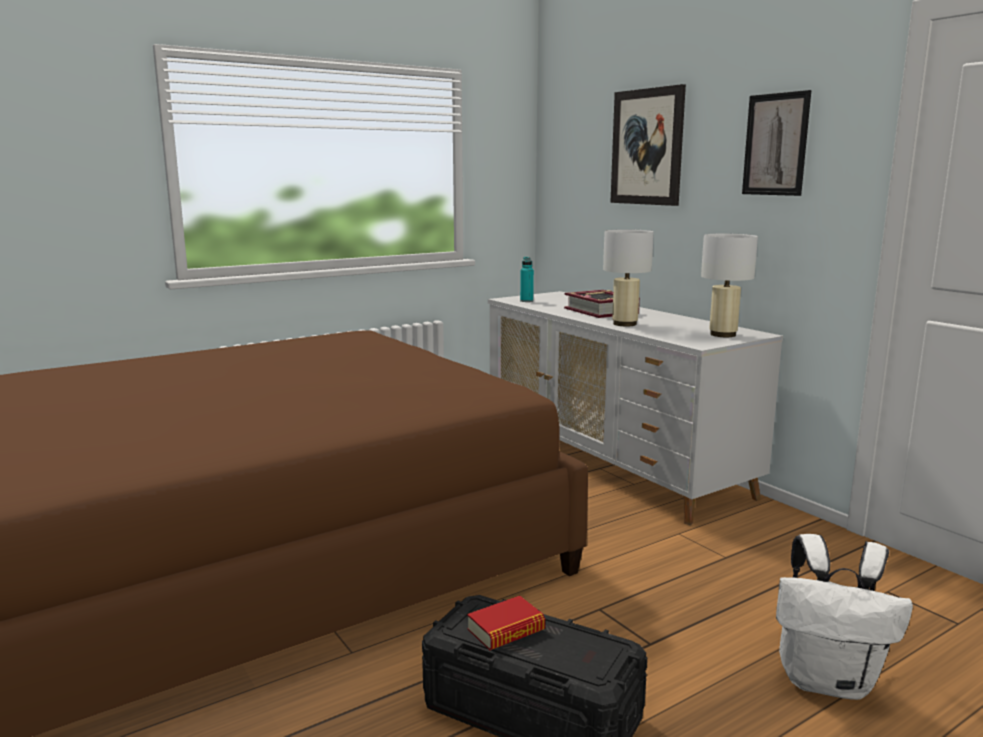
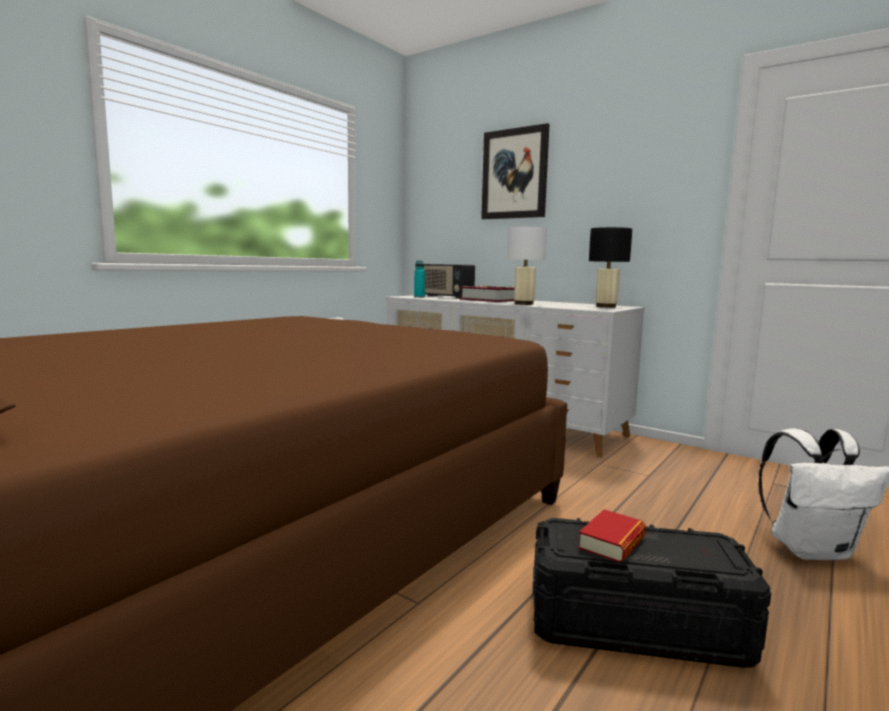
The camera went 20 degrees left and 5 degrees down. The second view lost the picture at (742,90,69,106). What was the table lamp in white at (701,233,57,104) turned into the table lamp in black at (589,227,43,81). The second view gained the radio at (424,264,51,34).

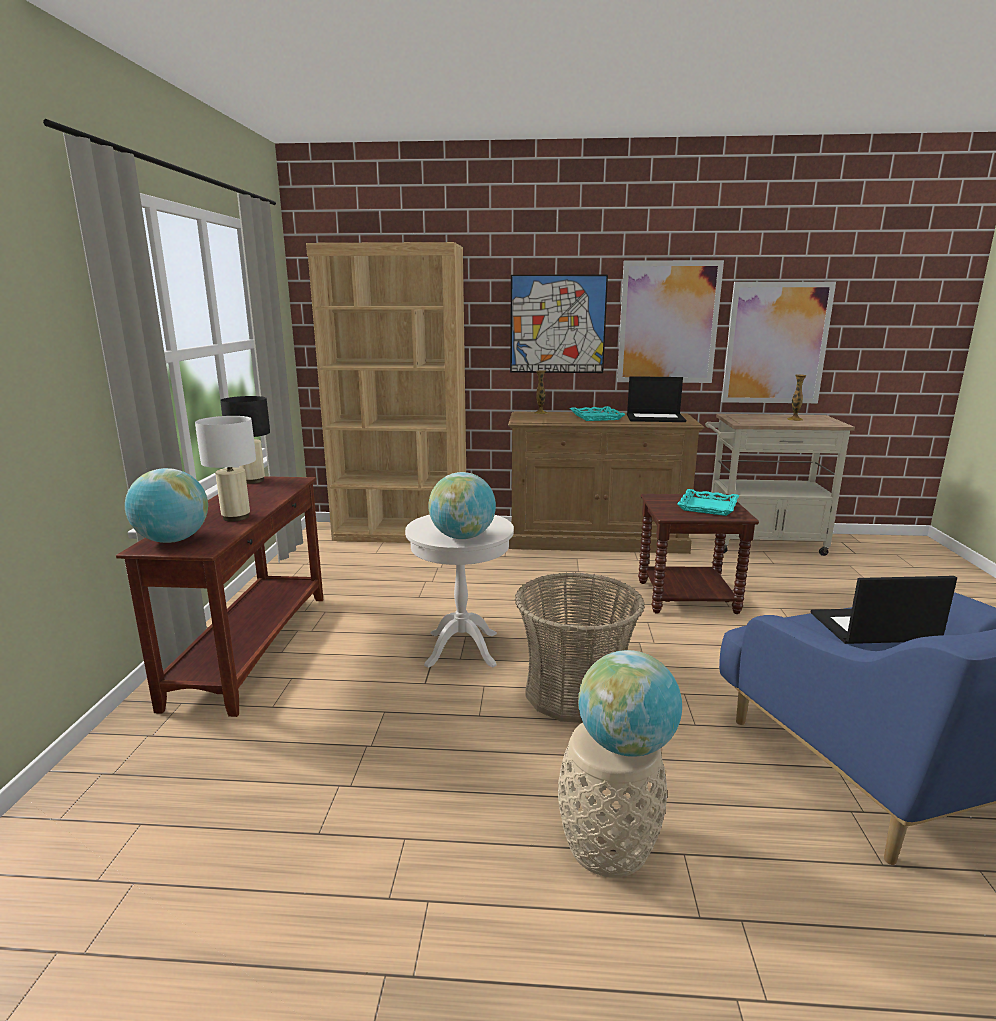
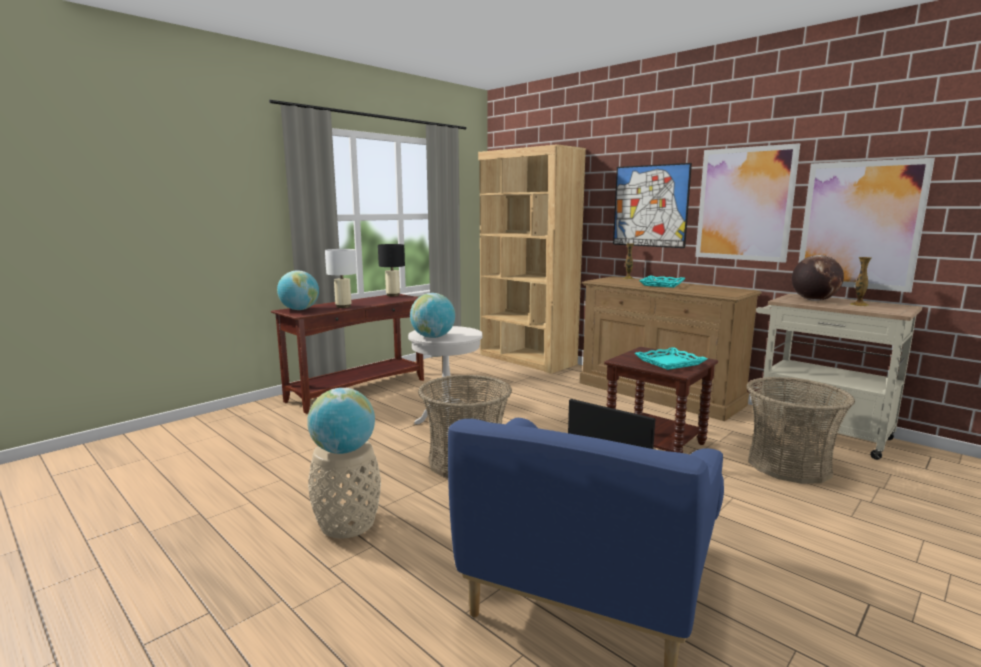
The camera went 40 degrees right and 5 degrees down. The second view lost the laptop at (627,376,59,46). The second view gained the globe at (792,255,52,46). The second view gained the basket at (746,377,109,107).

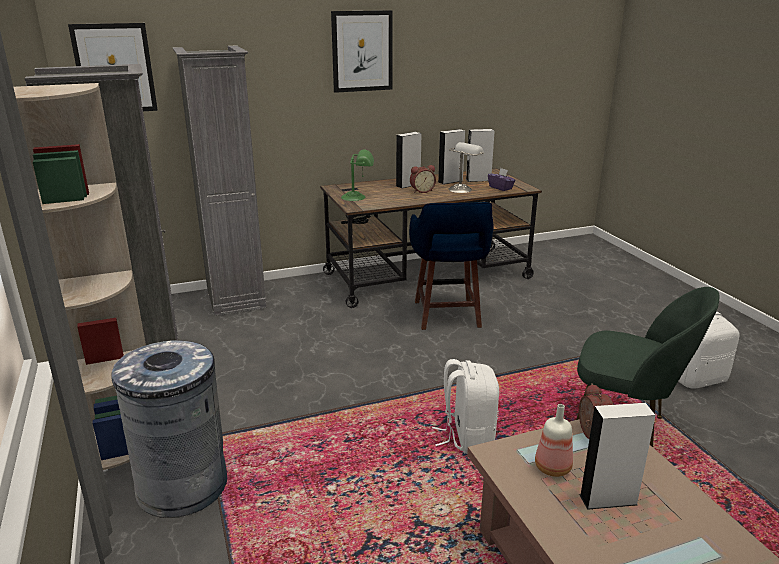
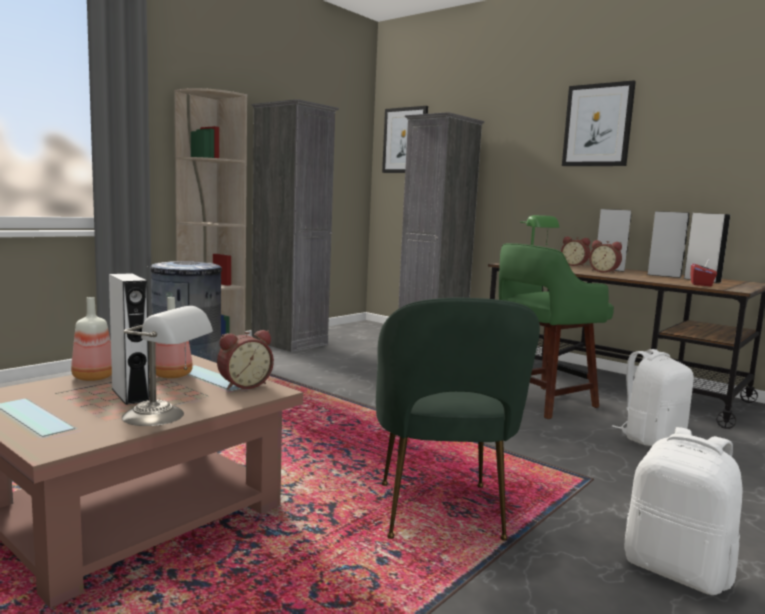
The camera went 60 degrees right and 15 degrees down. The table lamp in white ended up elsewhere, having gone from (448,142,36,51) to (122,306,91,120). What was the tissue box in purple at (488,168,28,23) turned into the tissue box in red at (691,259,26,27). What was the stool in blue at (409,202,85,128) turned into the stool in green at (499,243,115,176). The backpack in white ended up elsewhere, having gone from (432,359,67,95) to (612,349,82,97). The second view gained the alarm clock at (561,237,29,30). The second view gained the bottle at (71,297,41,84).

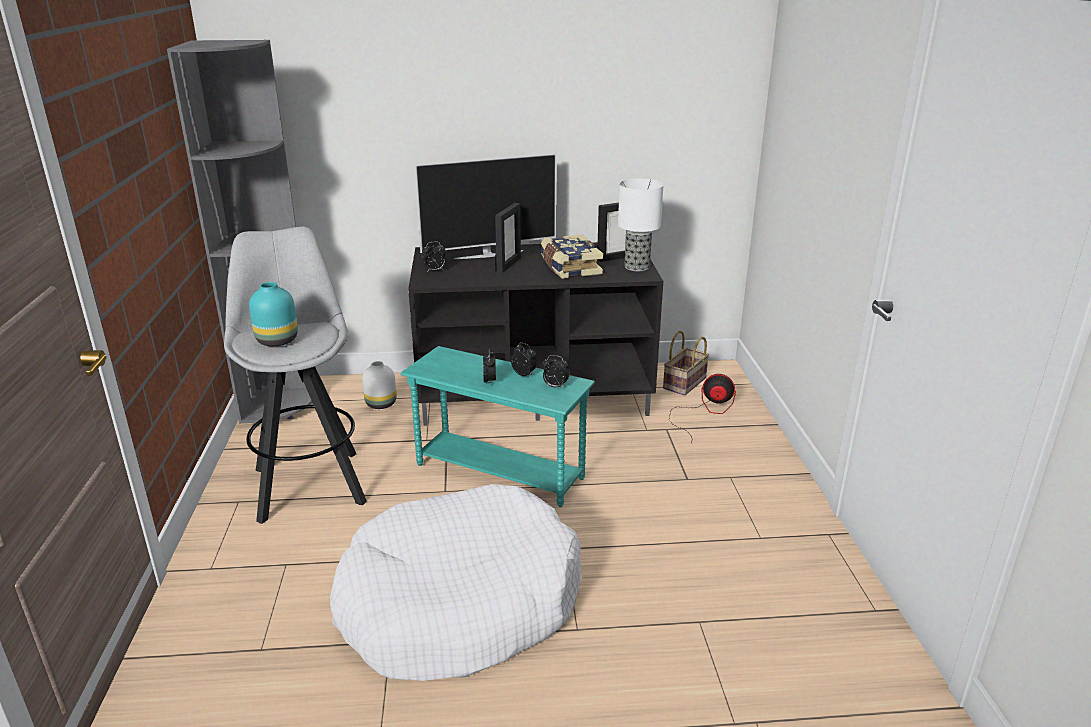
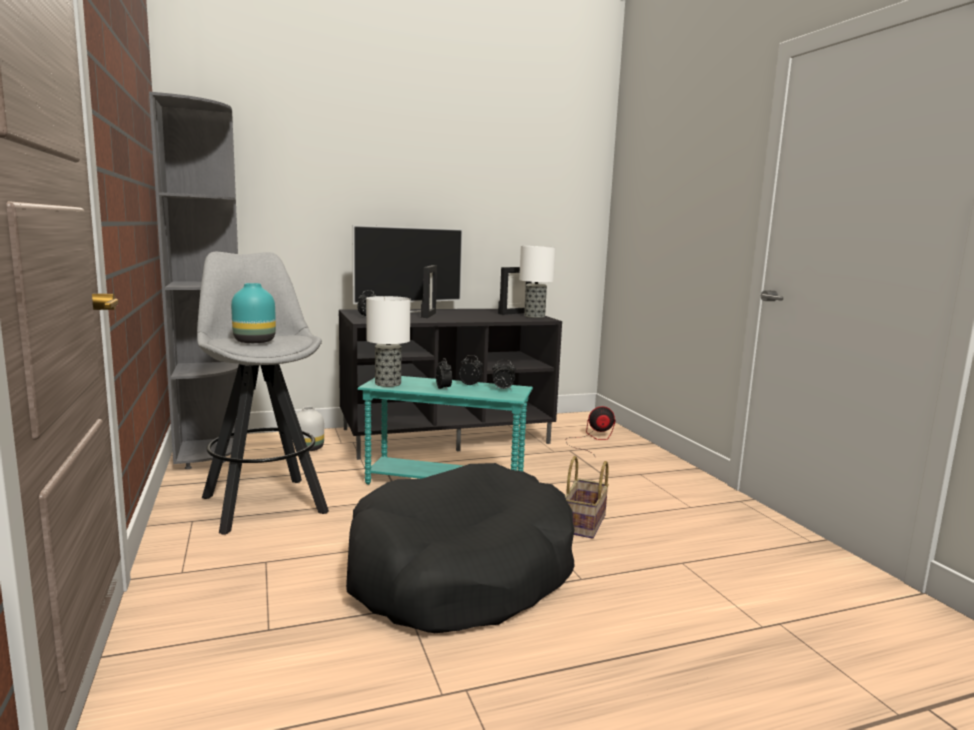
The camera went 15 degrees left and 15 degrees down. The second view lost the book at (541,234,62,45). The basket ended up elsewhere, having gone from (663,331,46,64) to (565,456,44,83). What was the dog bed in white at (330,484,252,197) turned into the dog bed in black at (346,463,229,170). The second view gained the table lamp at (366,296,44,91).

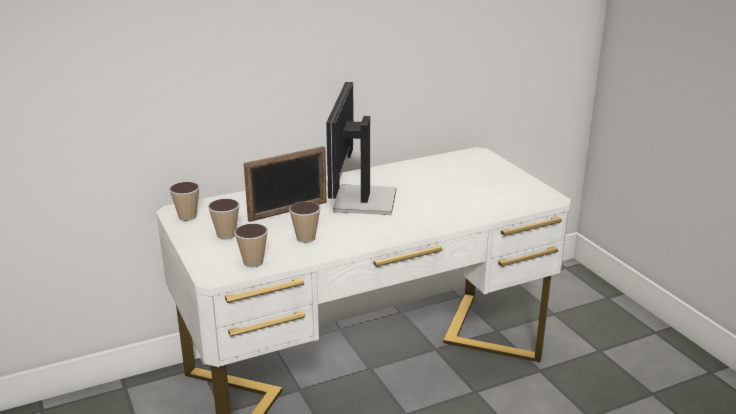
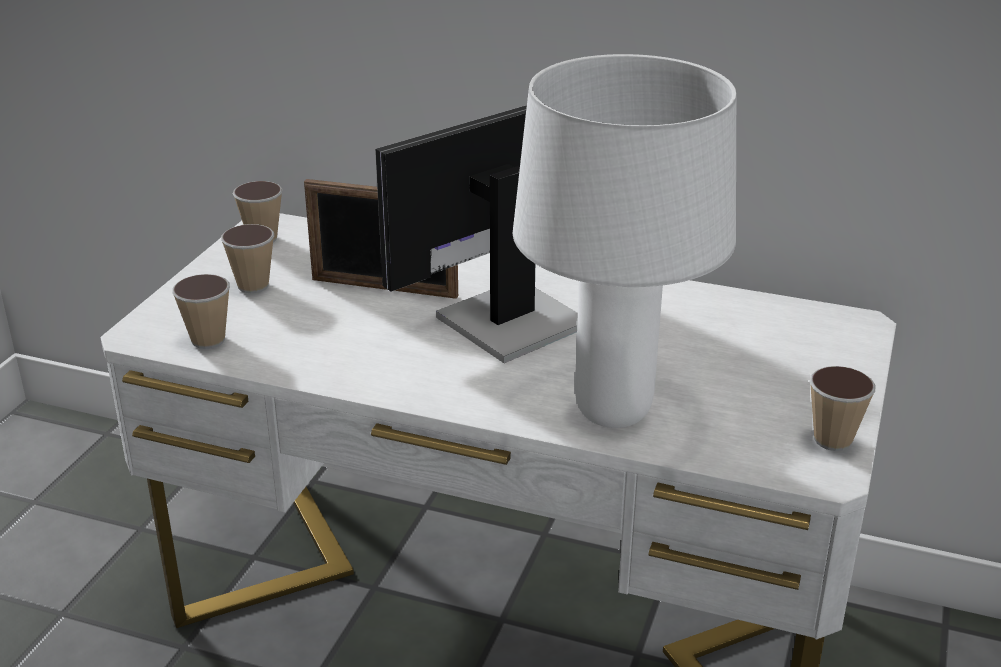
The camera went 45 degrees right and 5 degrees up. The cup ended up elsewhere, having gone from (289,201,32,42) to (810,366,66,85). The second view gained the table lamp in white at (513,54,223,374).

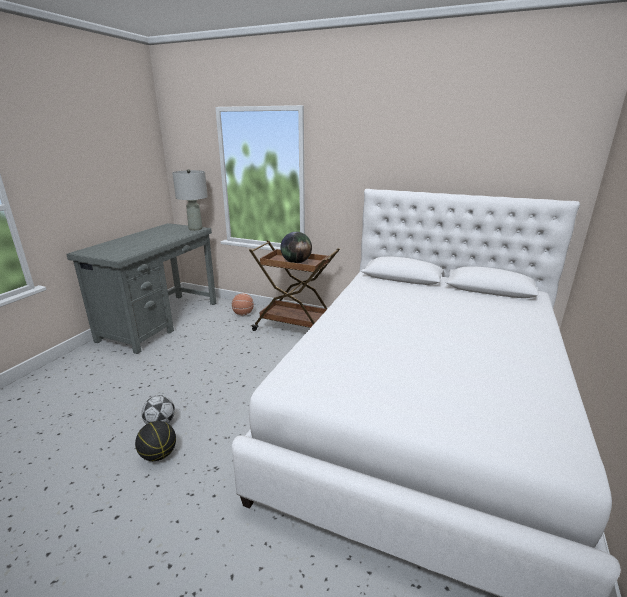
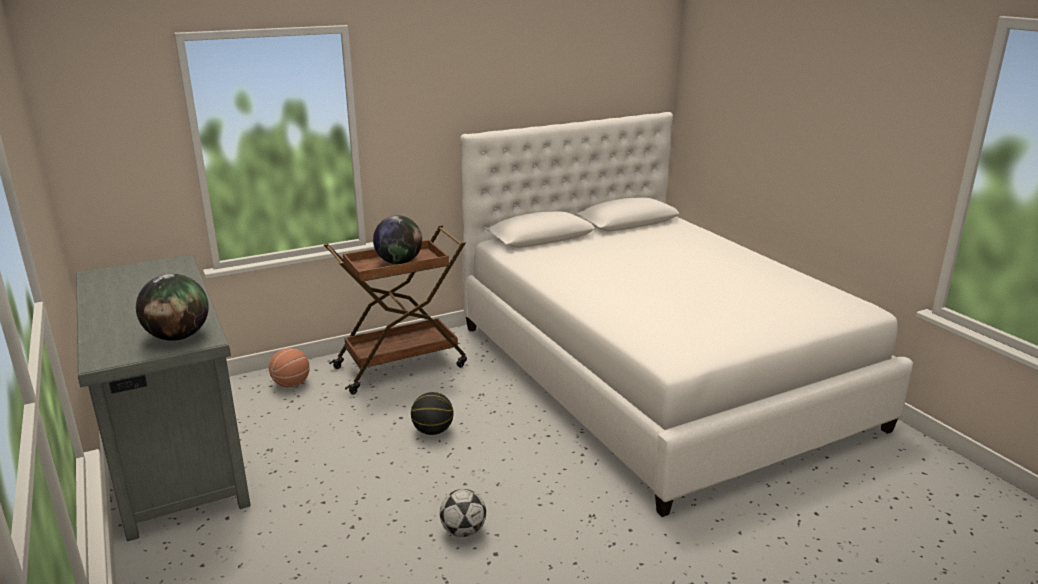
The camera went 50 degrees left and 0 degrees up. The second view lost the table lamp in grey at (172,169,36,62). The basketball ended up elsewhere, having gone from (135,421,41,40) to (411,392,43,43). The second view gained the globe at (136,274,73,67).

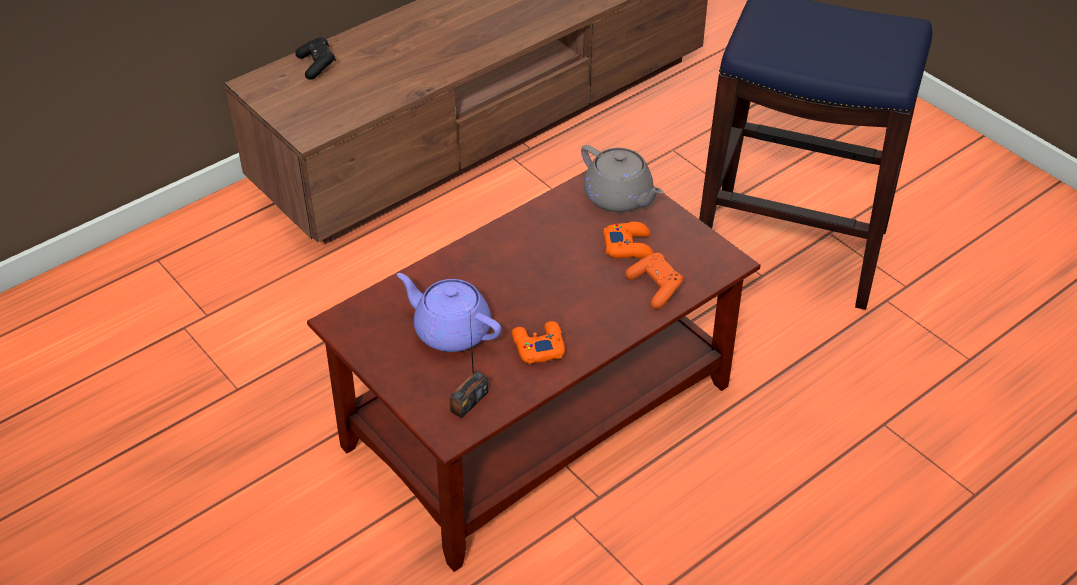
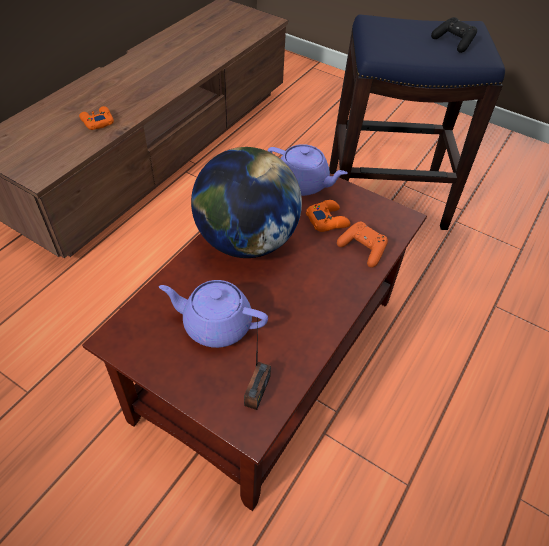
The camera went 20 degrees left and 5 degrees up. The game controller in black ended up elsewhere, having gone from (295,37,41,43) to (431,17,46,36). What was the teapot in grey at (581,145,83,67) turned into the teapot in purple at (268,144,80,52). The game controller in orange ended up elsewhere, having gone from (512,321,53,43) to (79,106,35,24). The second view gained the globe at (191,147,111,111).

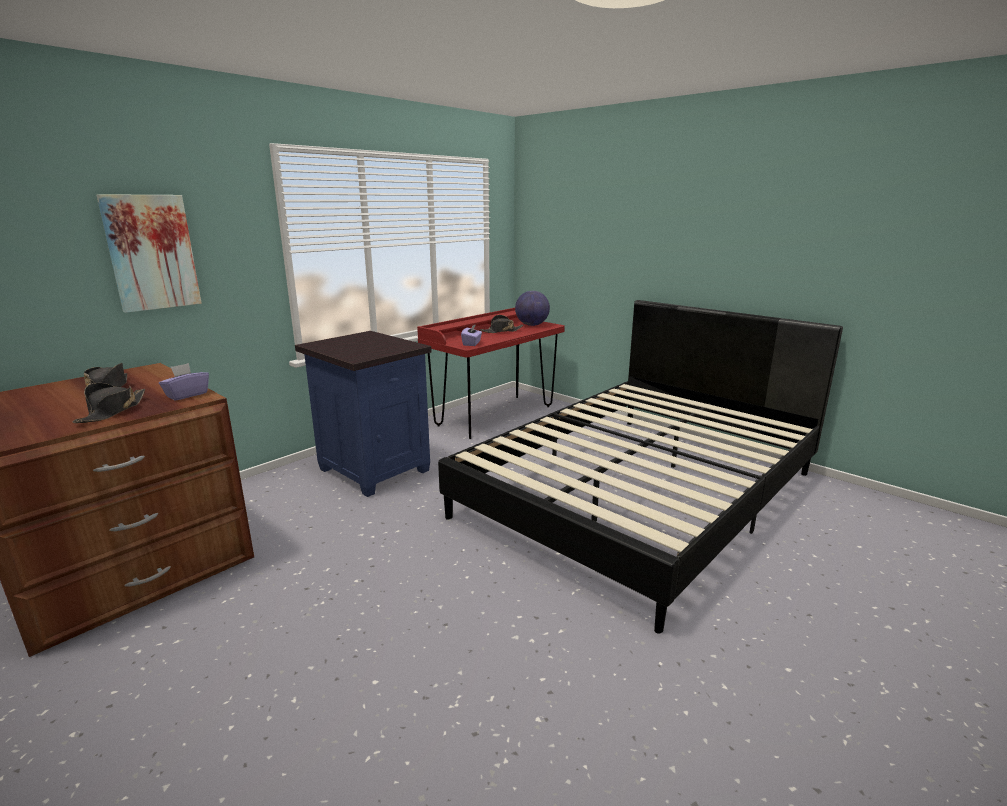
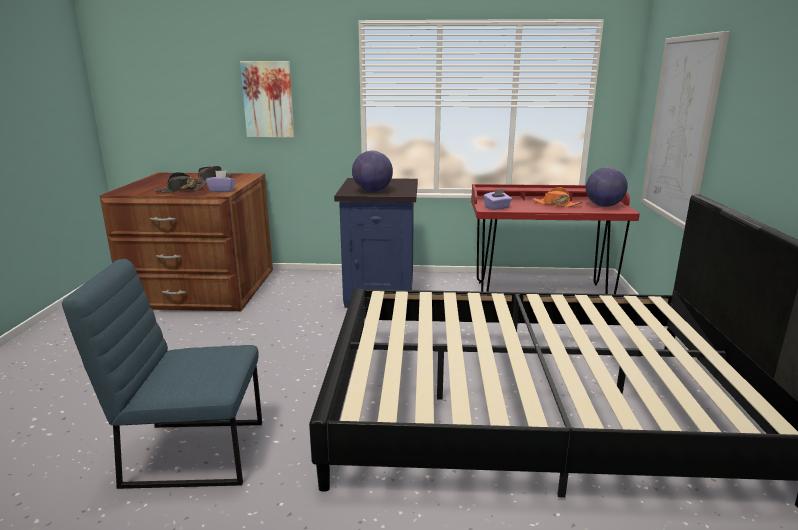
The camera went 50 degrees right and 0 degrees up. What was the hat in black at (480,315,44,18) turned into the hat in orange at (532,187,50,20). The second view gained the picture at (641,31,89,199). The second view gained the globe at (352,151,41,41). The second view gained the chair in blue at (62,259,200,230).

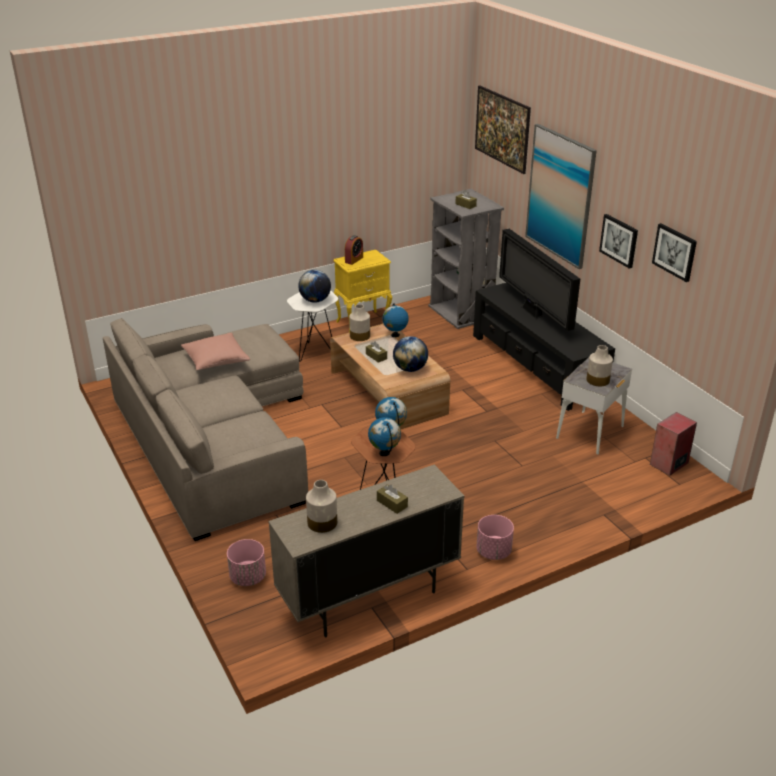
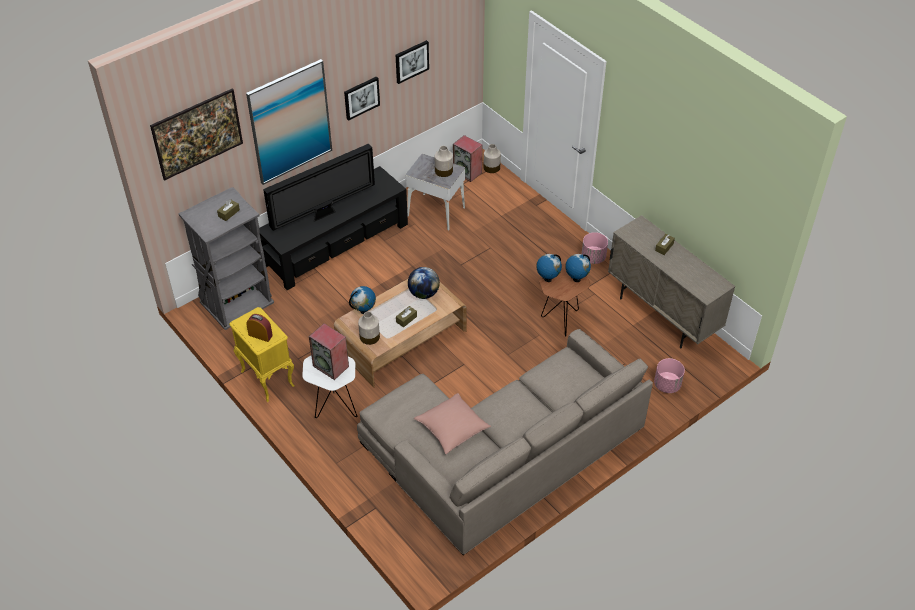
The camera went 100 degrees left and 15 degrees up. Where the globe stood at (298,270,33,33), the speaker came to stand at (309,323,40,57). The vase in beige ended up elsewhere, having gone from (306,480,31,53) to (483,144,18,29).

